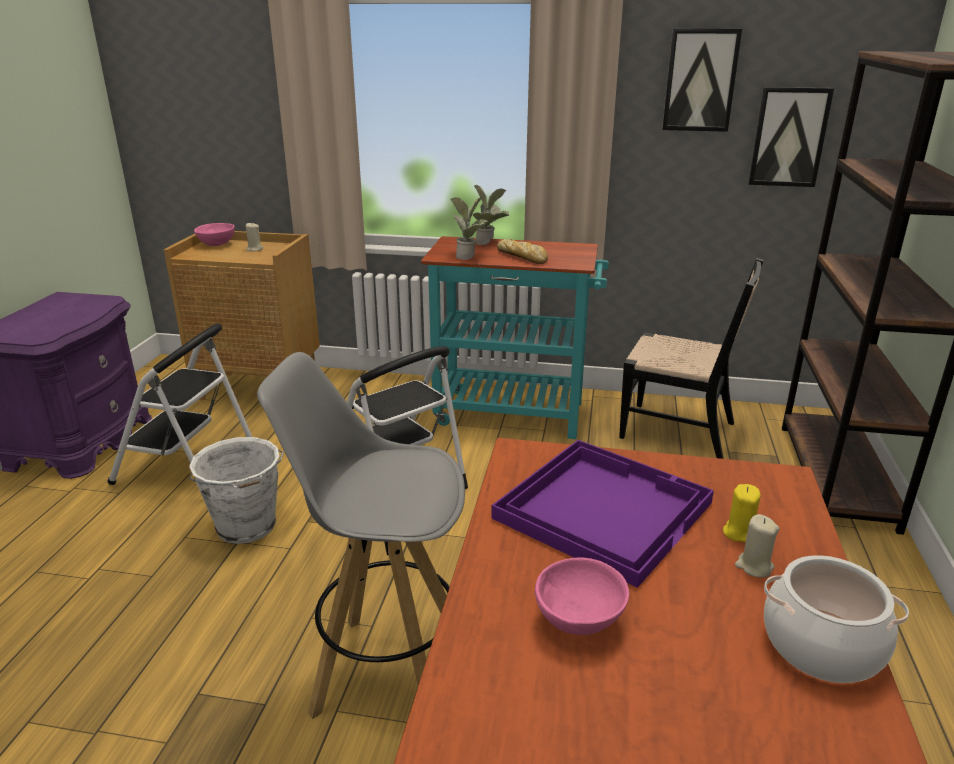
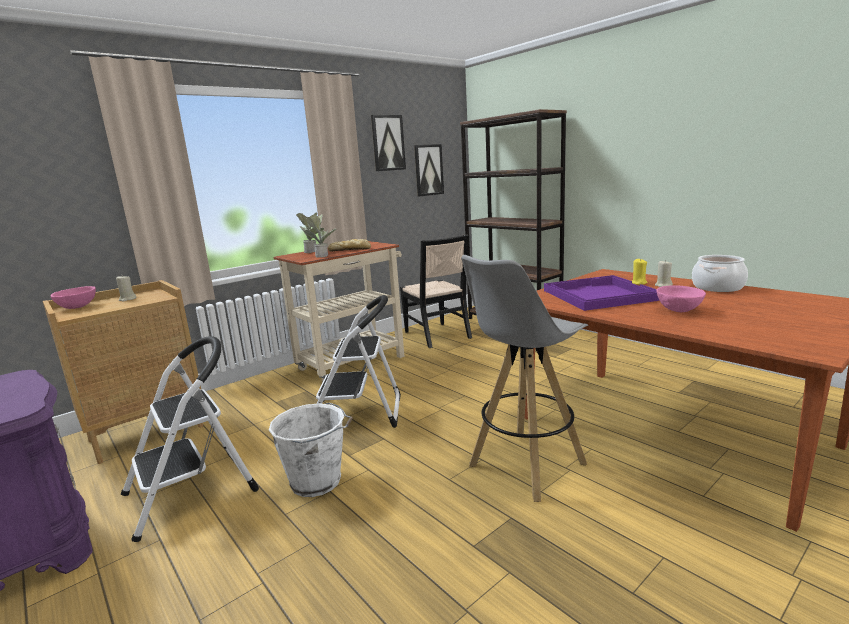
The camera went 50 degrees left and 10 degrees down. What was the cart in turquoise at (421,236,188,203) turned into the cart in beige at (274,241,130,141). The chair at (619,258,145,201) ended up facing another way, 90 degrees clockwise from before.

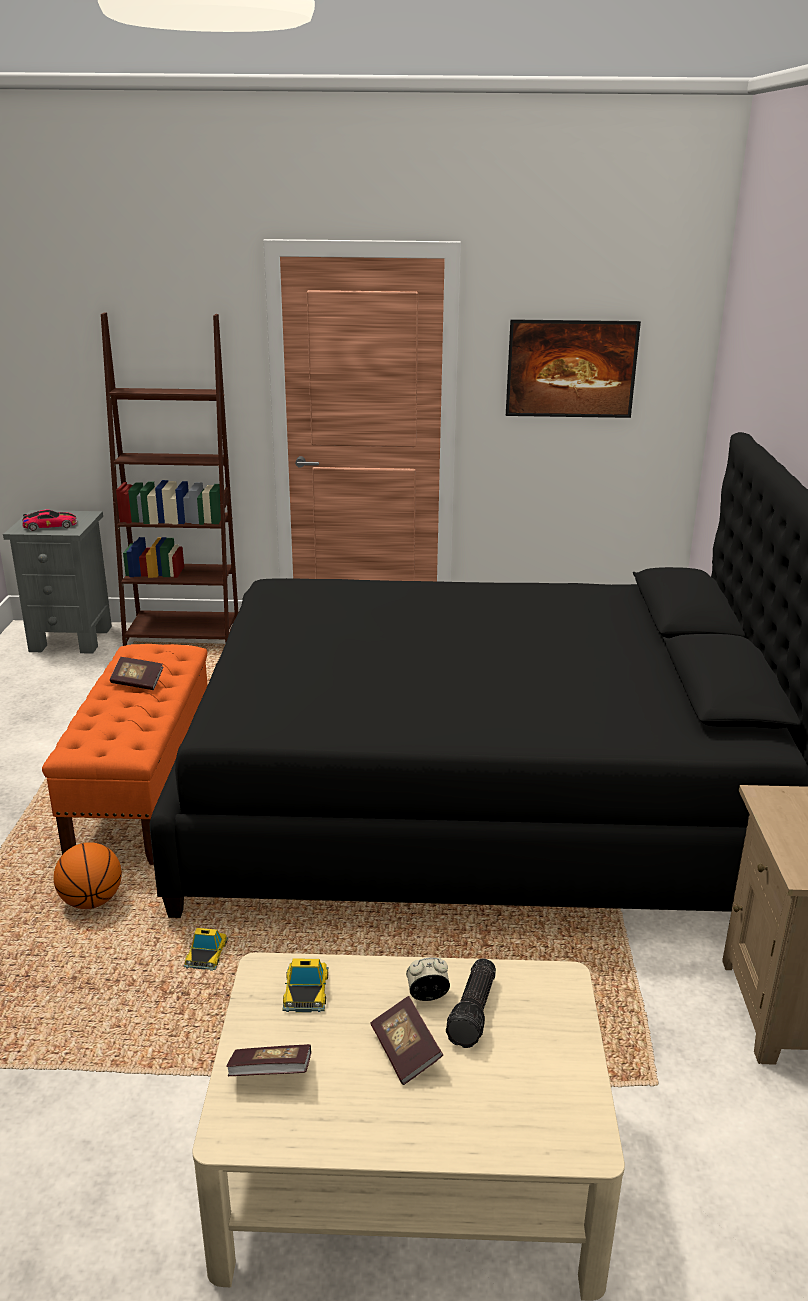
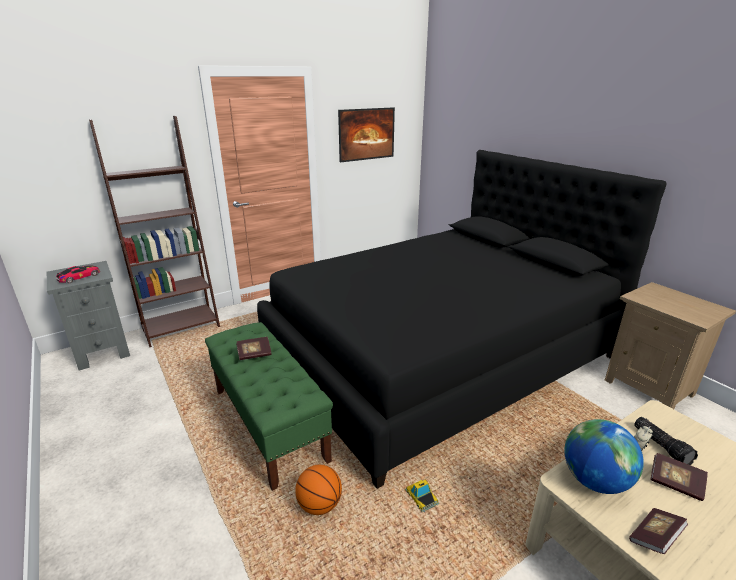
The camera went 35 degrees left and 0 degrees up. What was the bench in orange at (42,644,166,221) turned into the bench in green at (205,322,128,169). Where the toy car stood at (282,959,46,53), the globe came to stand at (564,419,80,75).

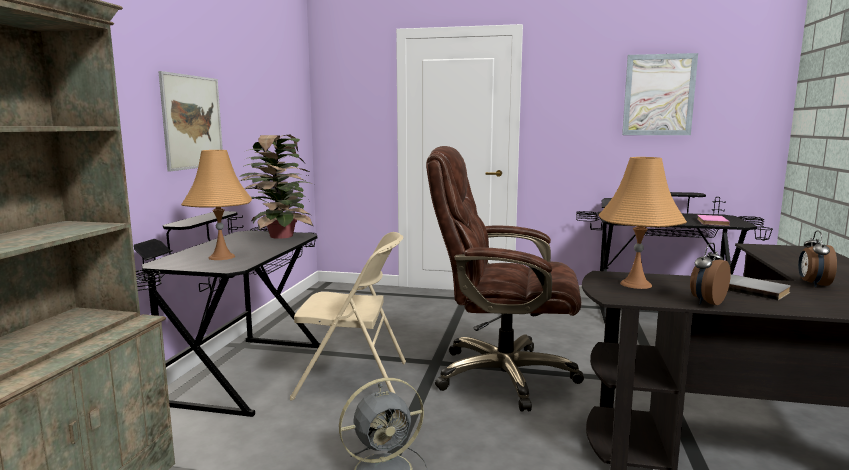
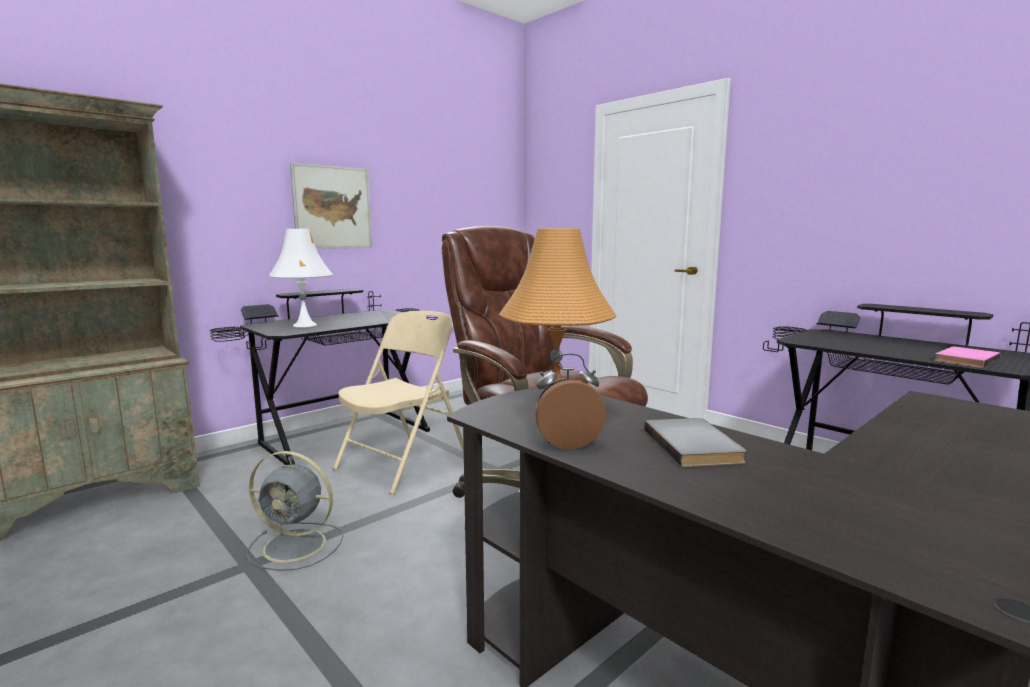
The camera went 35 degrees right and 0 degrees up. The second view lost the picture at (622,53,76,82). The second view lost the potted plant at (239,135,74,104). What was the table lamp in orange at (181,150,71,110) turned into the table lamp in white at (269,229,64,98). The second view lost the alarm clock at (798,231,39,56). The chair in beige at (290,232,116,168) ended up facing another way, 90 degrees counterclockwise from before.

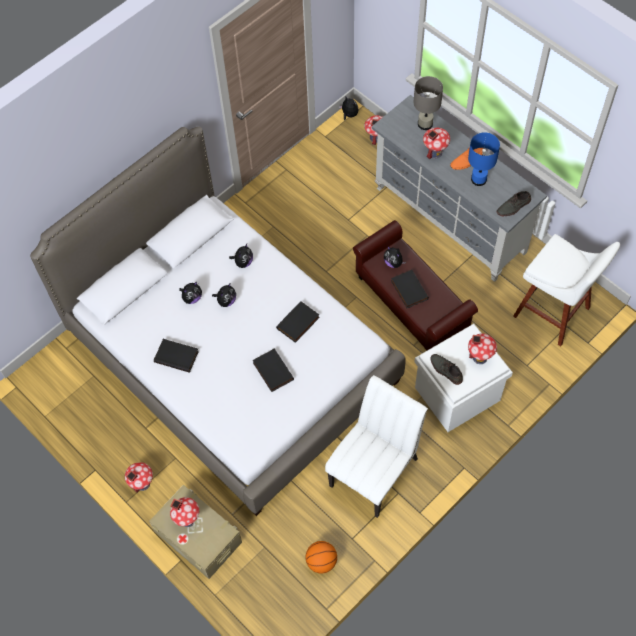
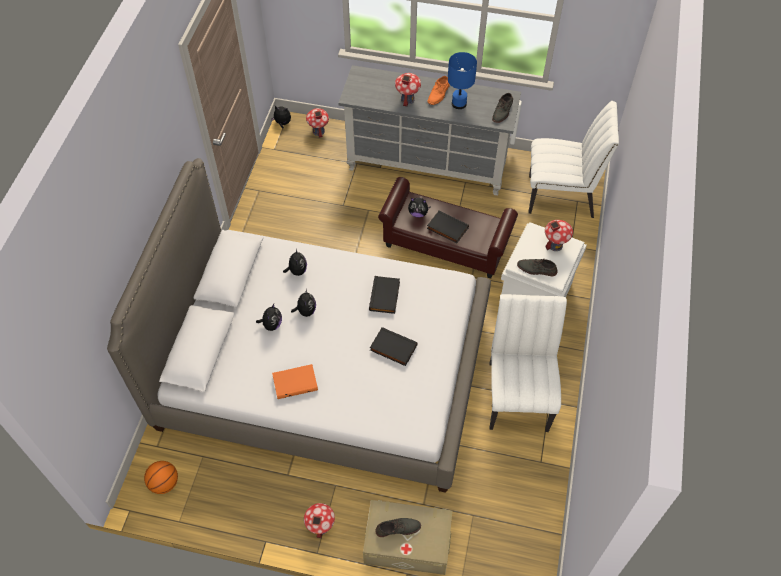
The camera went 35 degrees left and 5 degrees down. The second view lost the table lamp in grey at (414,76,29,54). Where the stool in white stood at (513,234,107,112), the chair in white came to stand at (528,101,91,117). What was the book in black at (154,339,45,34) turned into the book in orange at (272,364,46,35). Where the toy house stood at (170,497,29,30), the shoe in grey came to stand at (375,518,46,19). The basketball ended up elsewhere, having gone from (306,541,31,33) to (144,461,34,33).

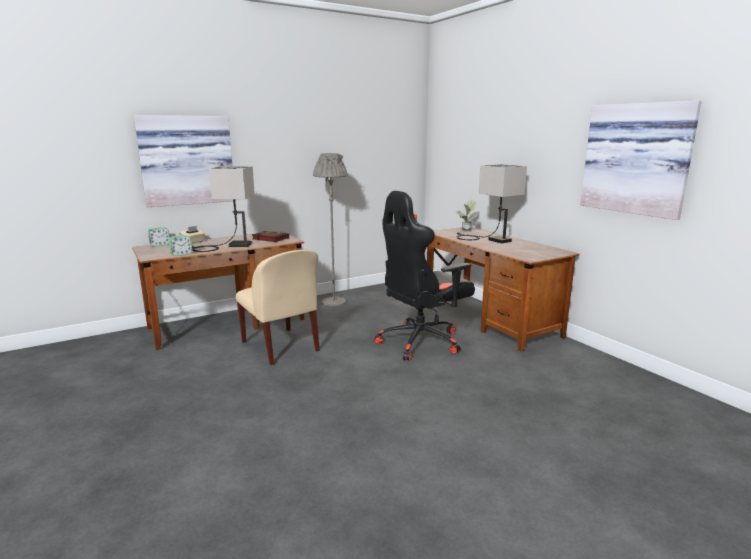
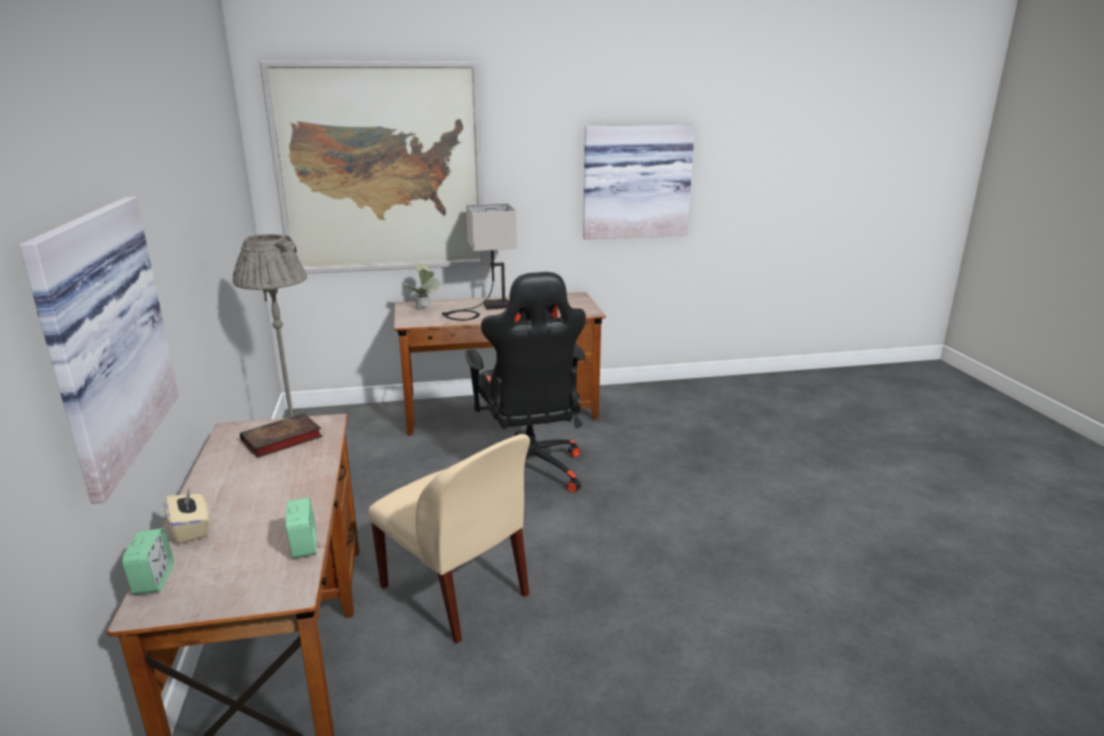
The camera went 70 degrees left and 5 degrees up. The second view lost the table lamp at (192,166,63,86). The chair in beige at (236,250,84,115) ended up facing another way, 60 degrees clockwise from before. The second view gained the picture at (259,61,226,213).

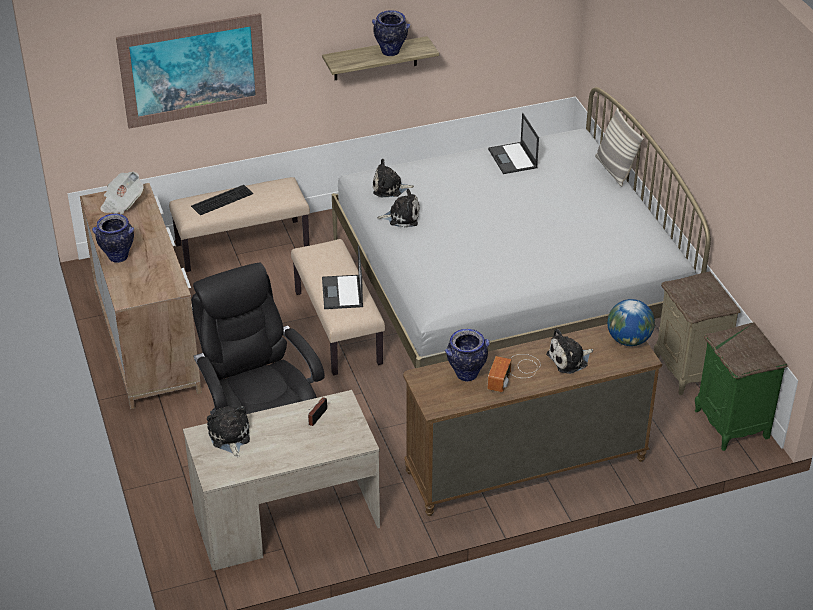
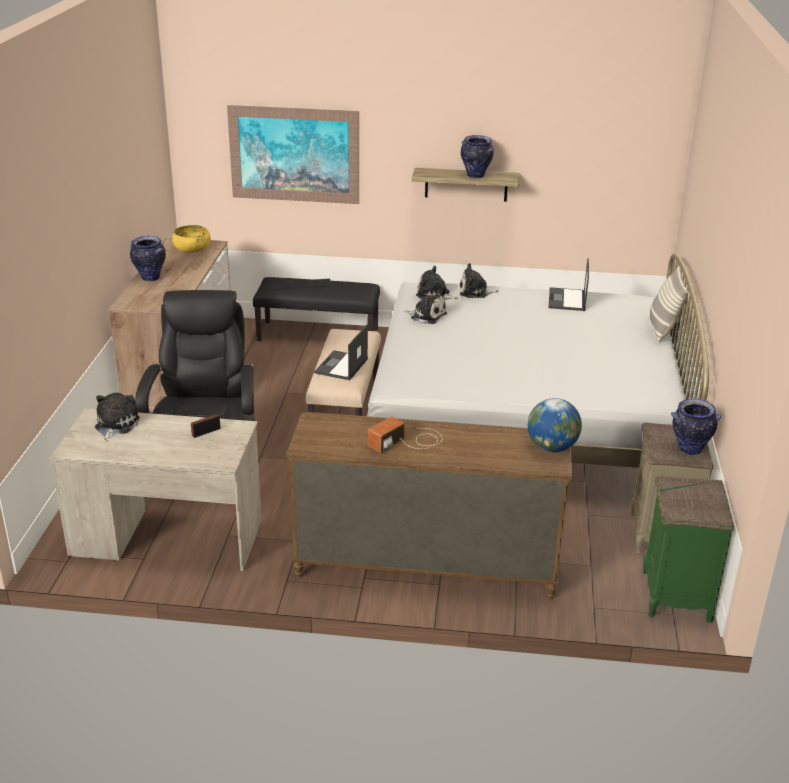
The camera went 25 degrees right and 10 degrees down. Where the newspaper stood at (100,172,44,42), the bowl in yellow came to stand at (172,225,39,28). What was the bench in beige at (169,177,141,95) turned into the bench in black at (253,277,127,64). The vase ended up elsewhere, having gone from (445,329,45,52) to (671,398,50,57). The plush toy ended up elsewhere, having gone from (546,329,47,45) to (459,263,40,35).

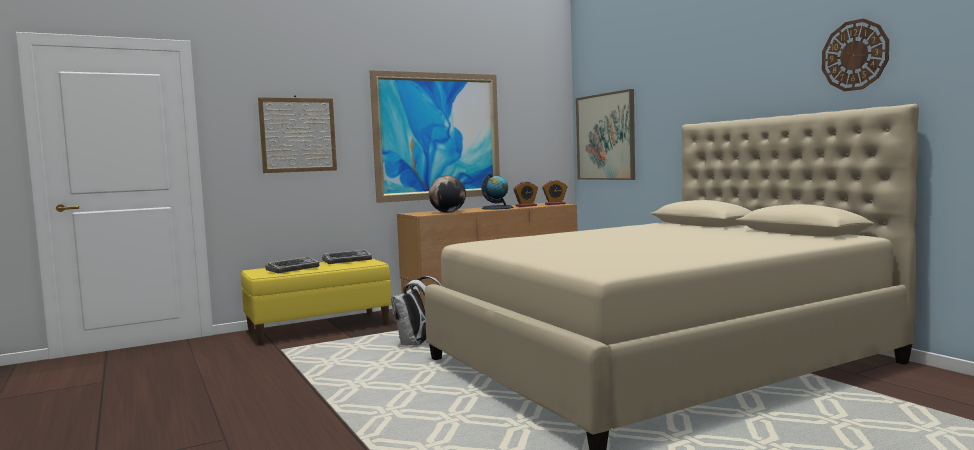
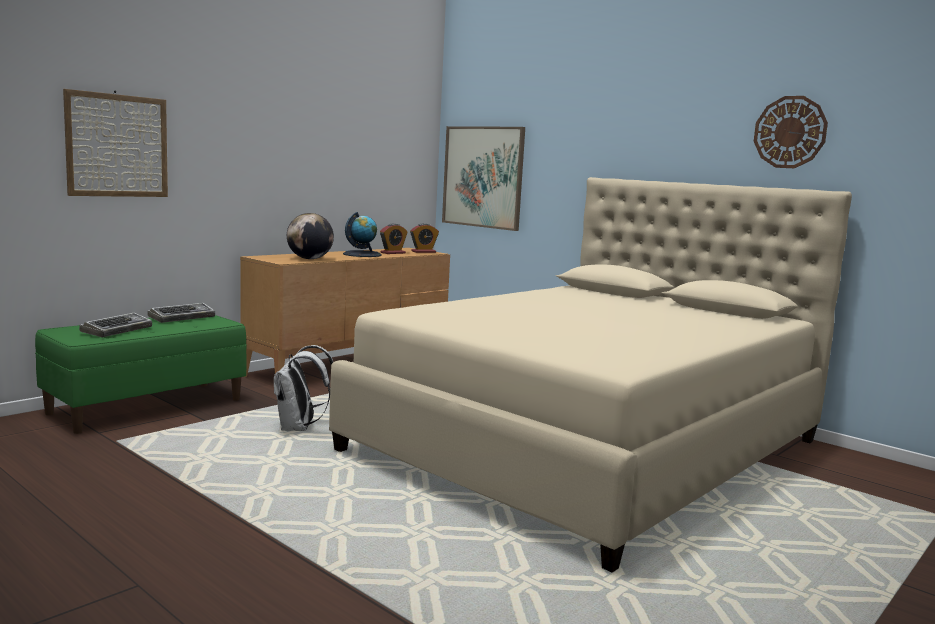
The camera went 20 degrees left and 5 degrees up. The second view lost the picture at (370,70,130,133). What was the bench in yellow at (241,259,151,86) turned into the bench in green at (35,315,212,119).

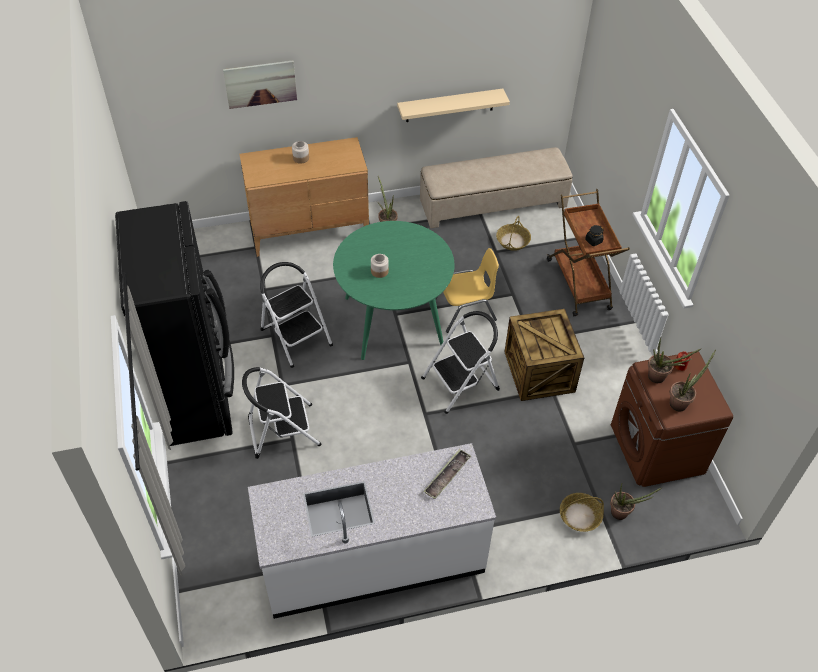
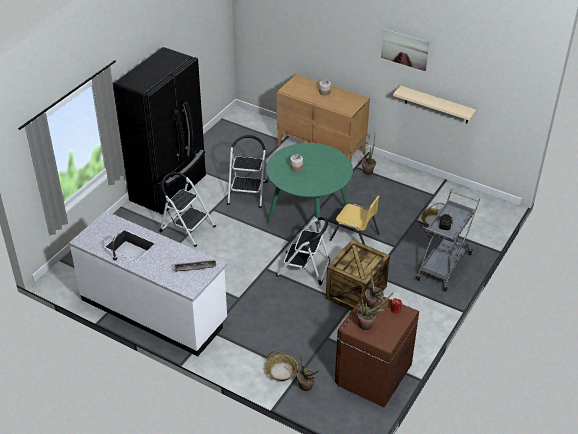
The camera went 45 degrees right and 10 degrees down. The picture ended up elsewhere, having gone from (223,60,74,49) to (381,29,48,42). The second view lost the bench in beige at (420,147,152,81). What was the cart in brown at (547,189,83,127) turned into the cart in grey at (416,189,64,103).

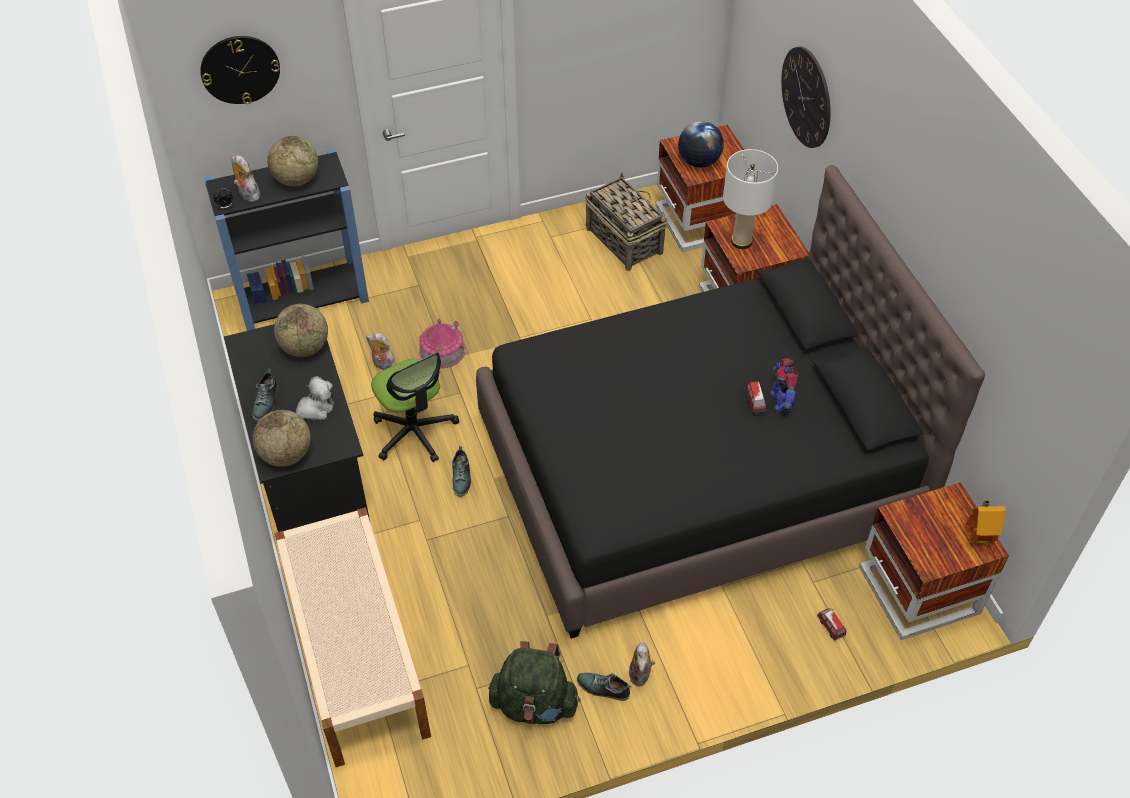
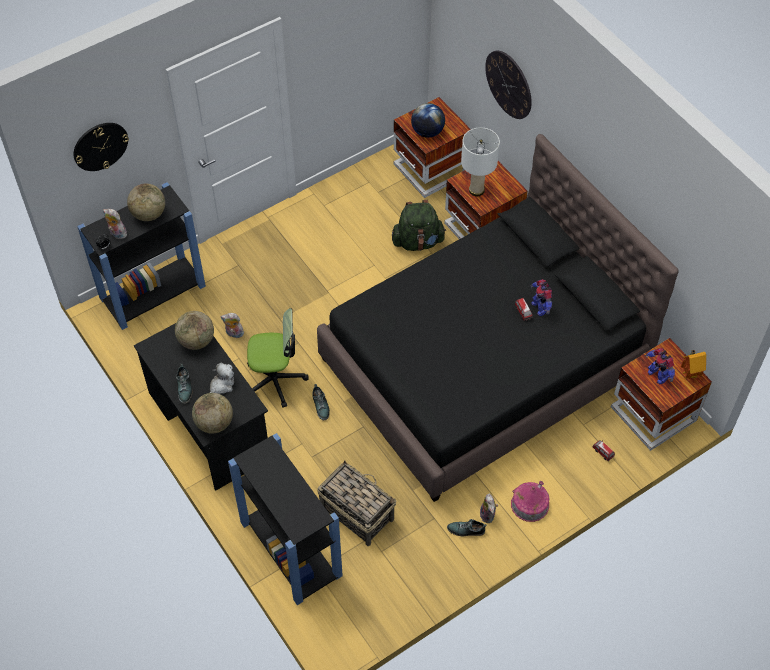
The camera went 15 degrees left and 5 degrees up. The basket ended up elsewhere, having gone from (585,172,83,99) to (317,460,79,86). The toy house ended up elsewhere, having gone from (419,319,47,49) to (511,481,38,41). The office chair at (371,352,88,110) ended up facing another way, 45 degrees counterclockwise from before. Where the bench in beige stood at (274,508,157,259), the bookcase in black came to stand at (228,433,115,172). The backpack in green ended up elsewhere, having gone from (488,641,93,83) to (392,200,54,51). The second view gained the toy robot at (645,348,30,36).

